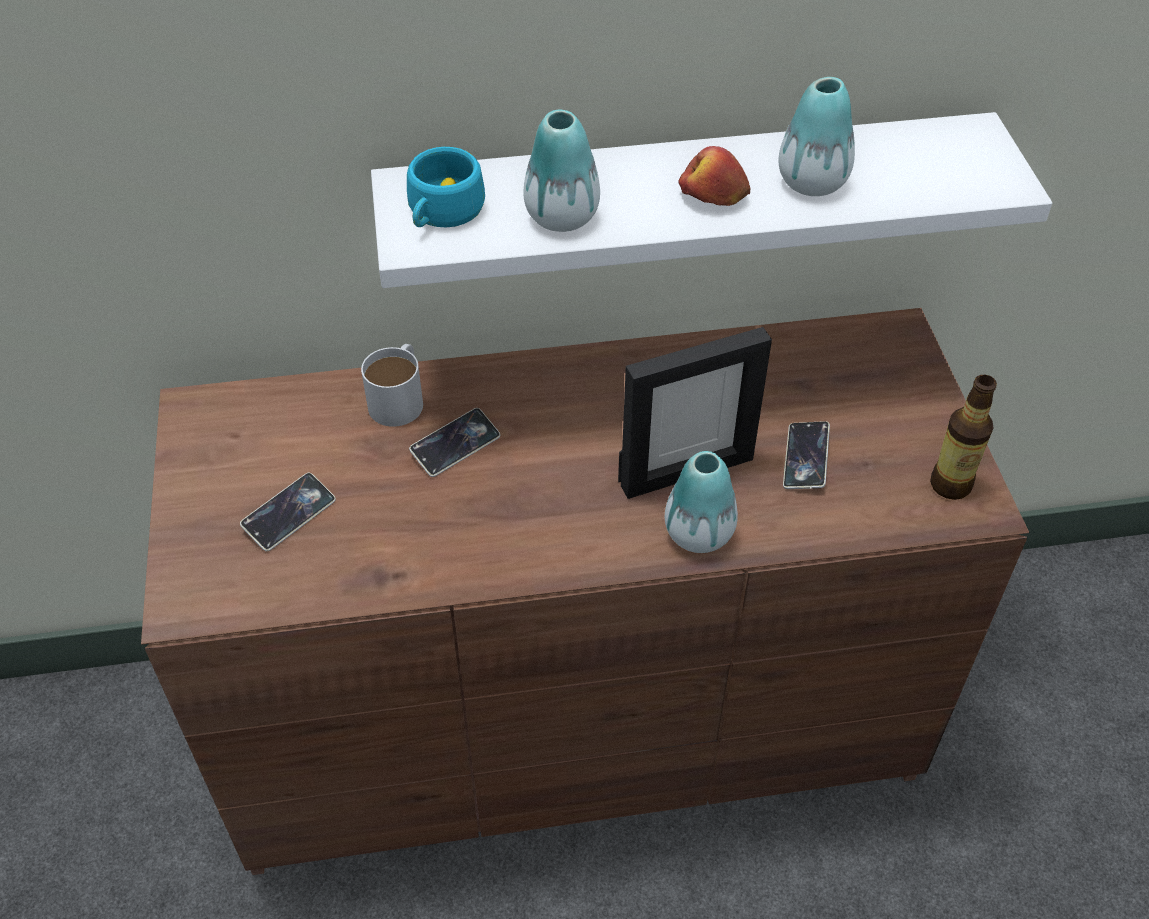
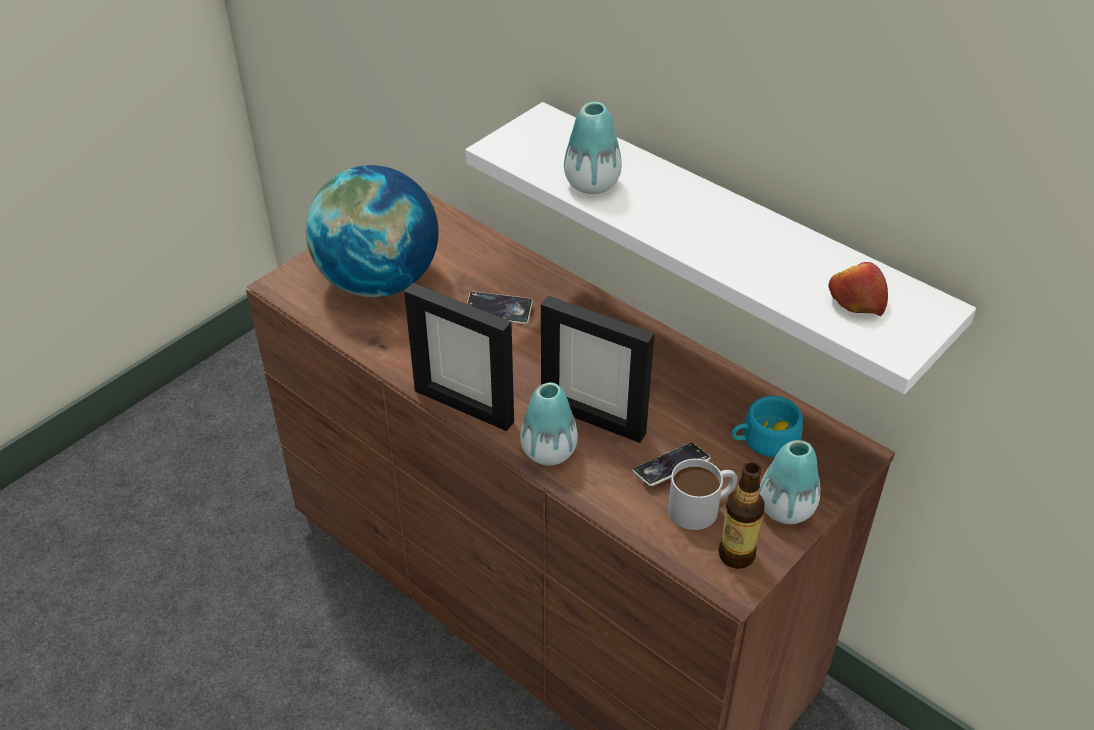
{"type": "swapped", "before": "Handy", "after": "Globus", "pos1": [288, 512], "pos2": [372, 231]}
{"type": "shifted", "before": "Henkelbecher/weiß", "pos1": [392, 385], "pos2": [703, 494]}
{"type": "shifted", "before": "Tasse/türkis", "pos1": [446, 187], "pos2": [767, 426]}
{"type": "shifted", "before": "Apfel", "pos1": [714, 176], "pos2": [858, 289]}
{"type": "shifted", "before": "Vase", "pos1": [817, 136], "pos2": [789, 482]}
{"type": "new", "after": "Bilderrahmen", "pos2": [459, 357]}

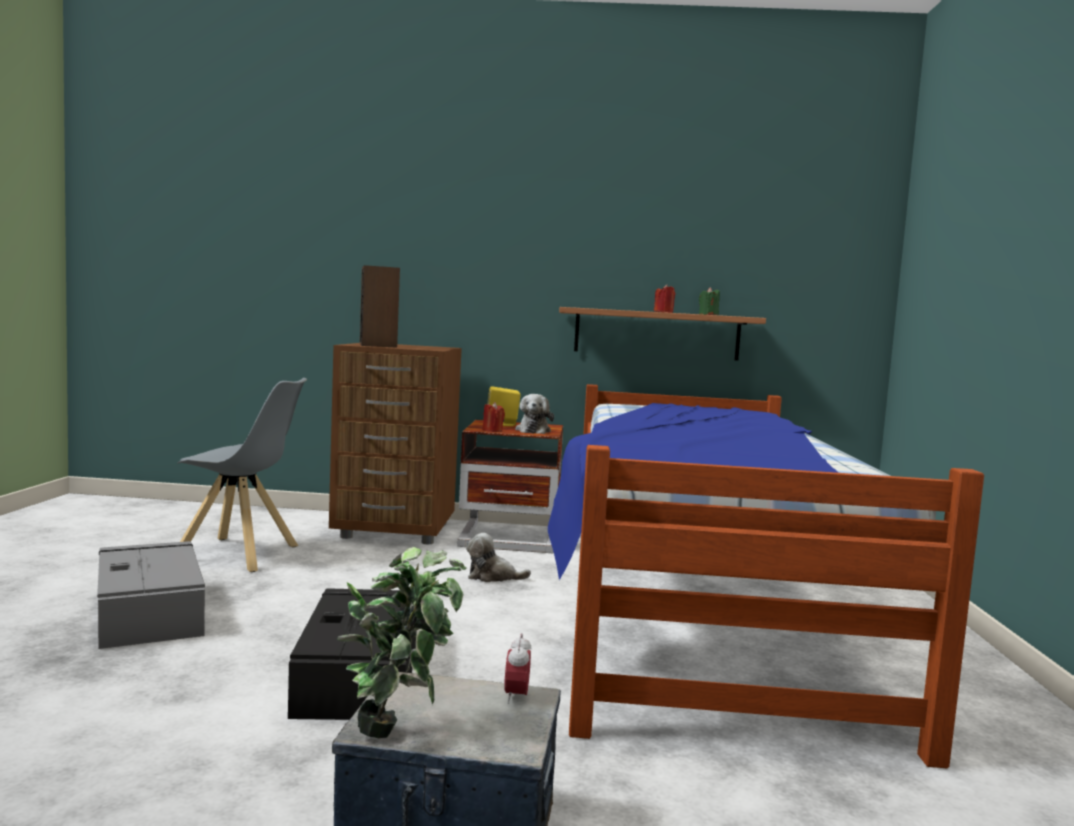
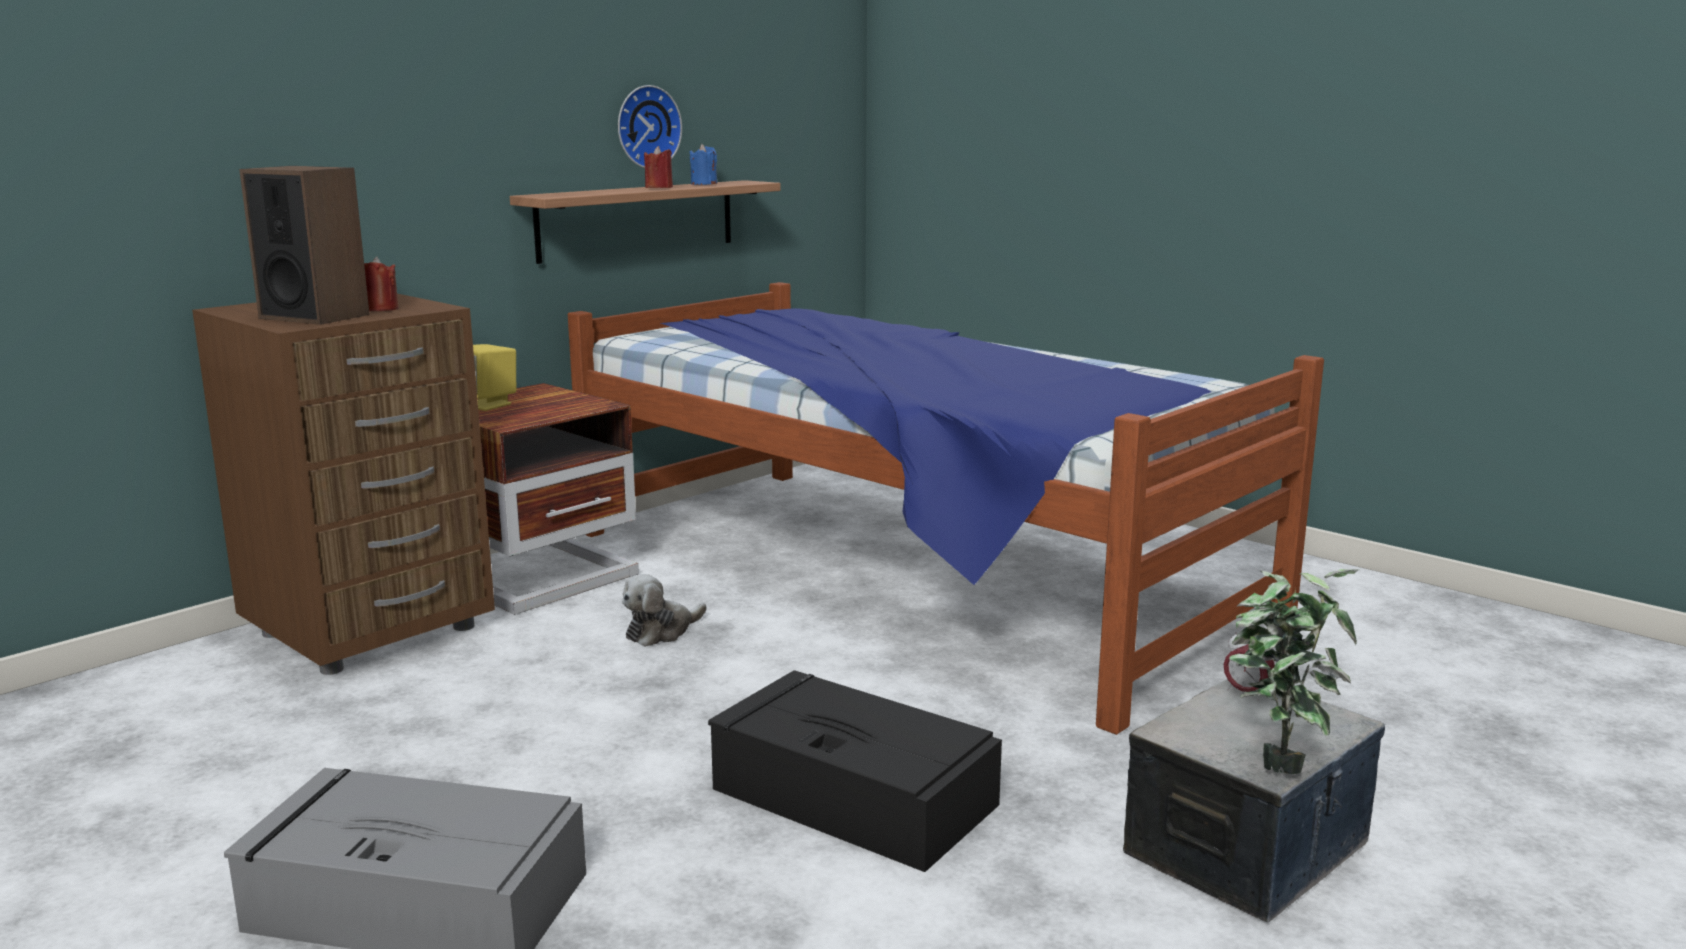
{"type": "gone", "before": "Stuhl/grau", "pos1": [242, 475]}
{"type": "shifted", "before": "Kerze/rot", "pos1": [494, 417], "pos2": [381, 284]}
{"type": "gone", "before": "Plüschtier", "pos1": [534, 414]}
{"type": "repainted", "before": "Kerze/grün", "after": "Kerze/blau", "pos1": [709, 301], "pos2": [703, 164]}
{"type": "new", "after": "Wanduhr", "pos2": [650, 126]}

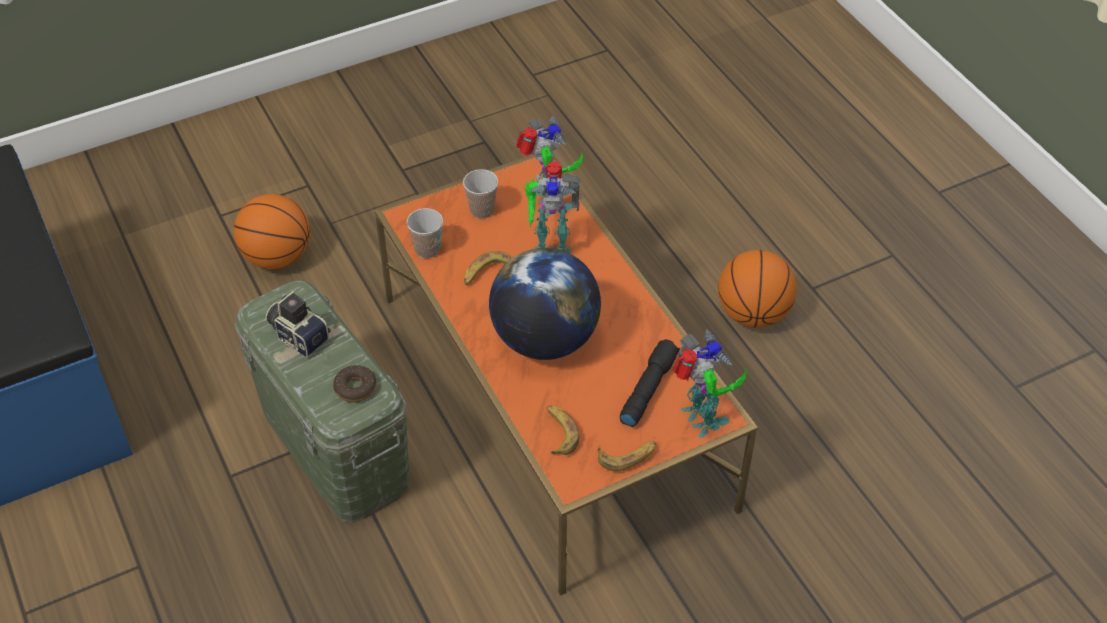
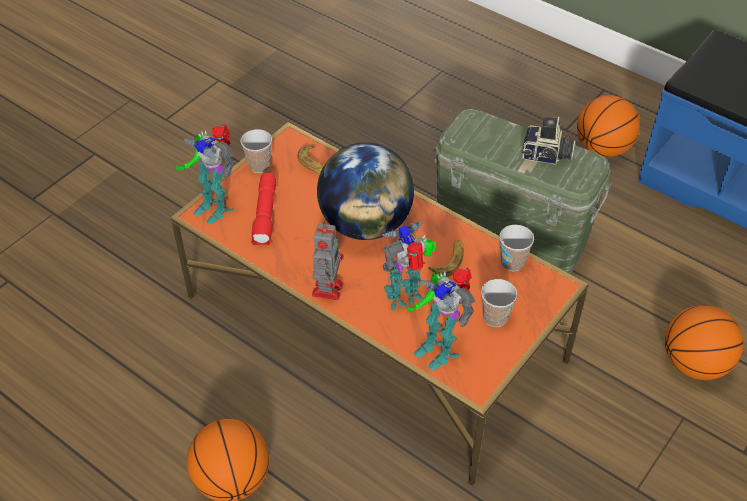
{"type": "gone", "before": "Donut", "pos1": [354, 383]}
{"type": "swapped", "before": "Banane", "after": "Tasse", "pos1": [627, 456], "pos2": [256, 151]}
{"type": "repainted", "before": "Taschenlampe/schwarz", "after": "Taschenlampe/rot", "pos1": [650, 383], "pos2": [263, 209]}
{"type": "new", "after": "Spielzeugroboter", "pos2": [328, 260]}
{"type": "new", "after": "Basketball", "pos2": [608, 126]}

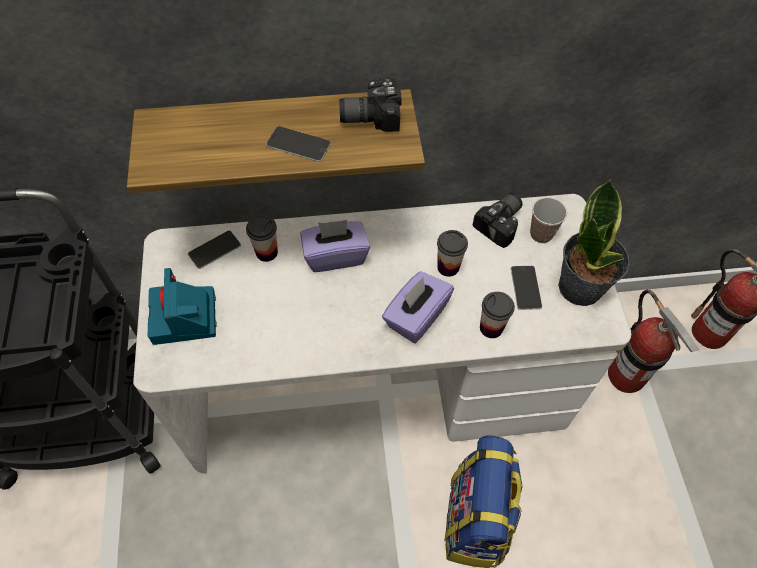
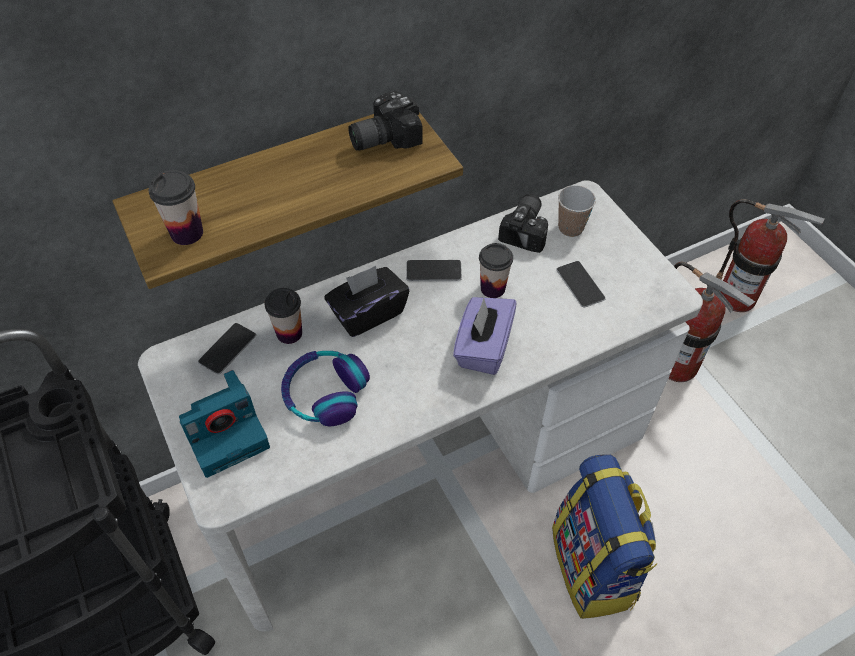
{"type": "rotated", "before": "Kamera", "pos1": [182, 306], "pos2": [224, 424], "turn": -90}
{"type": "shifted", "before": "Handy", "pos1": [298, 144], "pos2": [434, 270]}
{"type": "repainted", "before": "Taschentuchbox/lila", "after": "Taschentuchbox/schwarz", "pos1": [335, 246], "pos2": [366, 301]}
{"type": "shifted", "before": "Tasse", "pos1": [497, 315], "pos2": [176, 207]}
{"type": "gone", "before": "Topfpflanze", "pos1": [594, 243]}
{"type": "new", "after": "Kopfhörer", "pos2": [325, 388]}

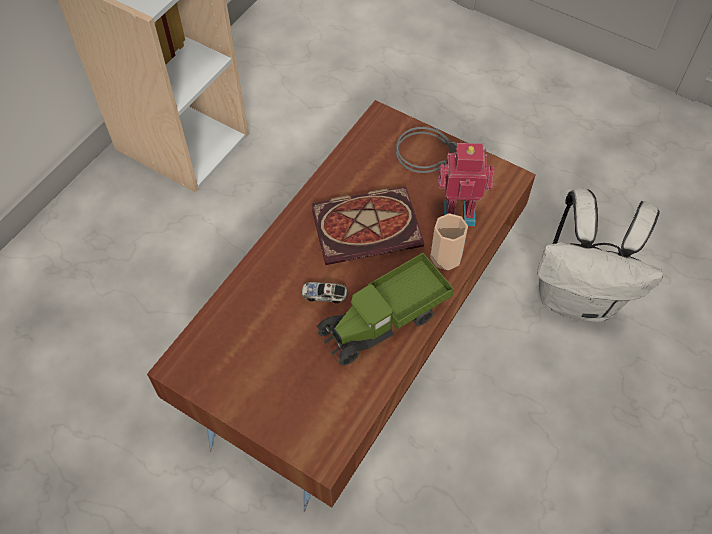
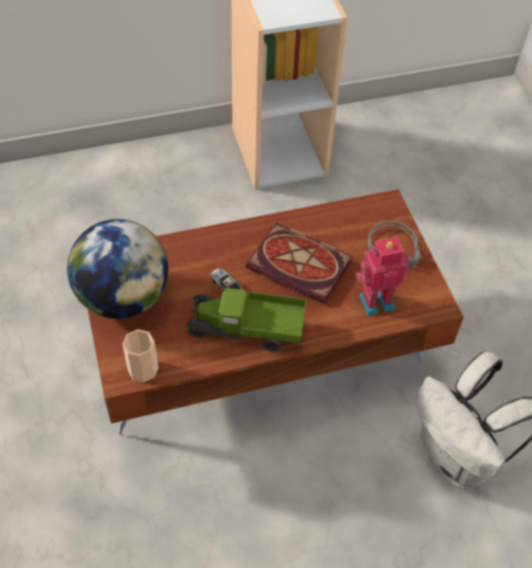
{"type": "shifted", "before": "Tasse", "pos1": [449, 241], "pos2": [140, 355]}
{"type": "rotated", "before": "Spielzeugroboter", "pos1": [466, 184], "pos2": [382, 276], "turn": -60}
{"type": "new", "after": "Globus", "pos2": [117, 269]}

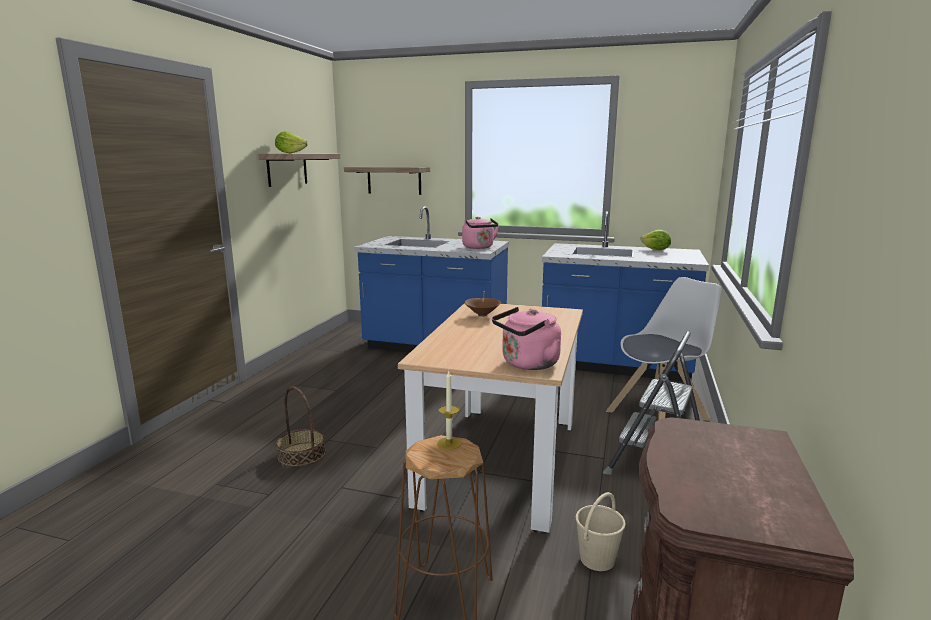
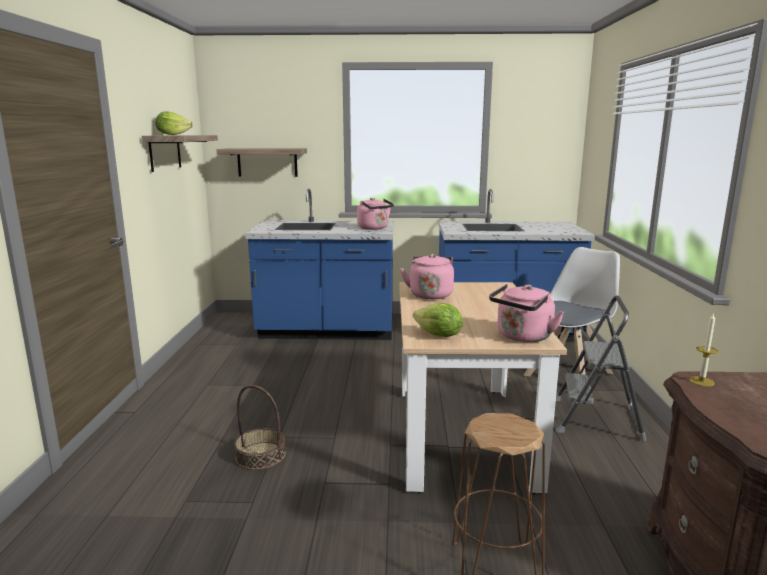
{"type": "shifted", "before": "Kerze", "pos1": [449, 410], "pos2": [703, 349]}
{"type": "swapped", "before": "Schüssel/braun", "after": "Wasserkessel/rosa", "pos1": [483, 307], "pos2": [427, 276]}
{"type": "gone", "before": "Eimer/beige", "pos1": [600, 531]}
{"type": "shifted", "before": "Salatkopf", "pos1": [655, 240], "pos2": [438, 320]}

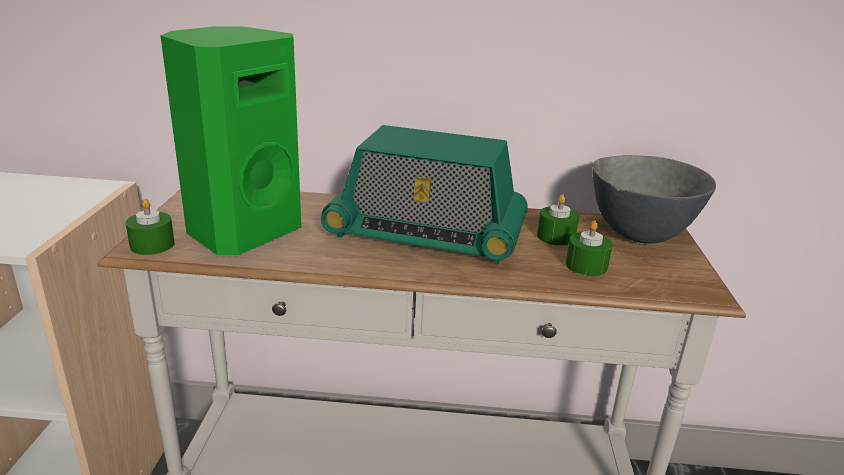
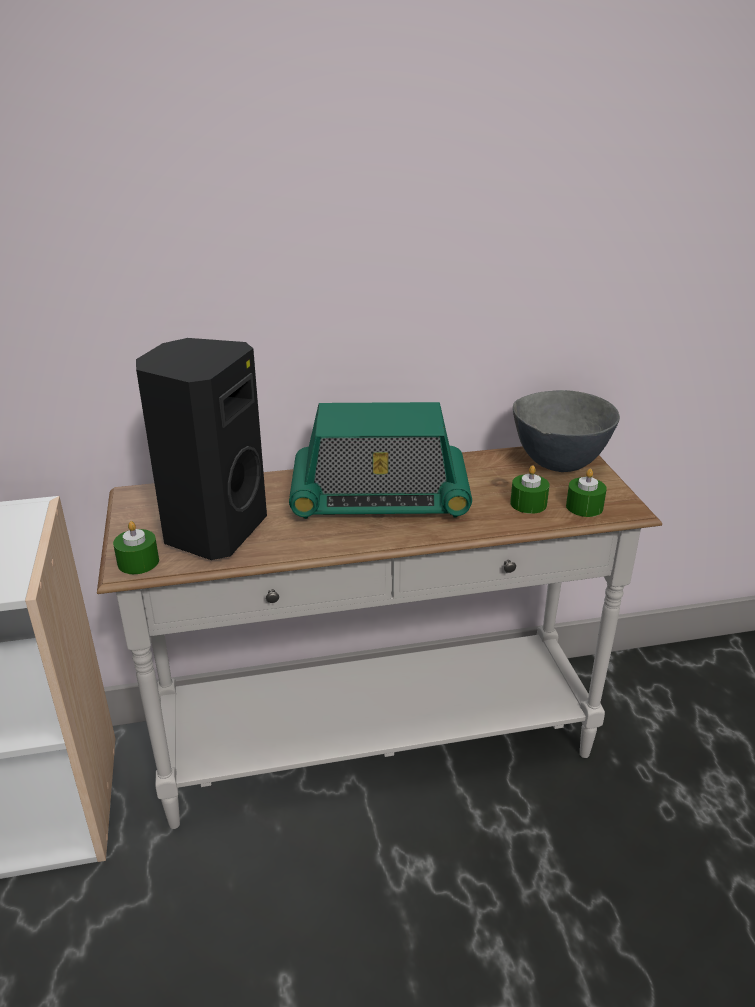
{"type": "repainted", "before": "Lautsprecher/grün", "after": "Lautsprecher/schwarz", "pos1": [231, 140], "pos2": [201, 449]}
{"type": "shifted", "before": "Kerze/grün", "pos1": [558, 220], "pos2": [586, 493]}

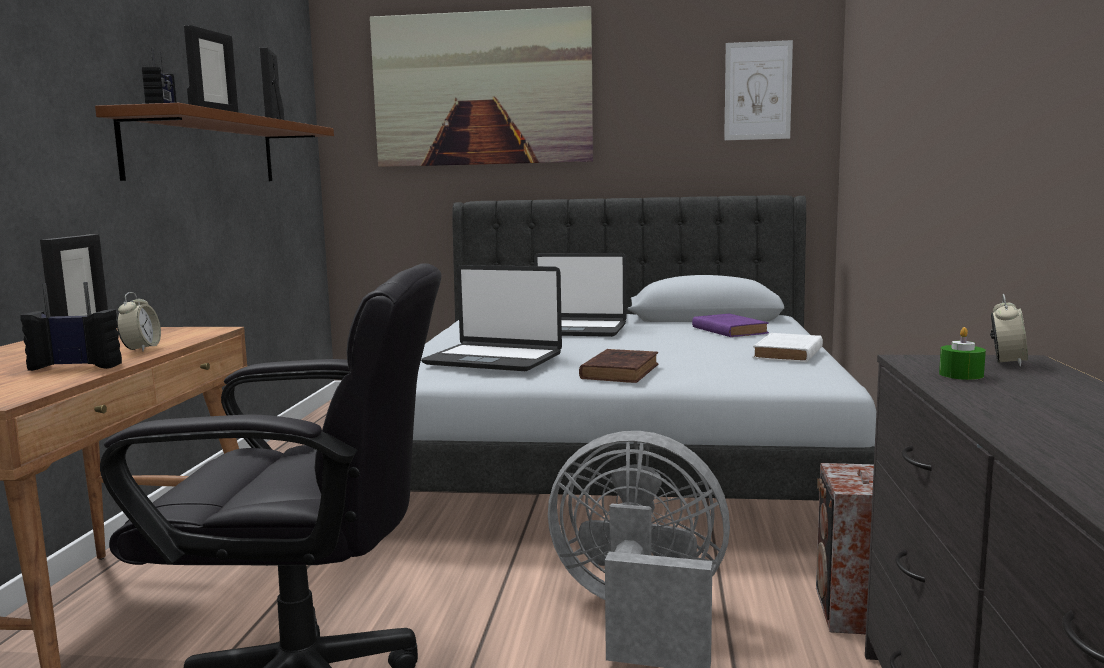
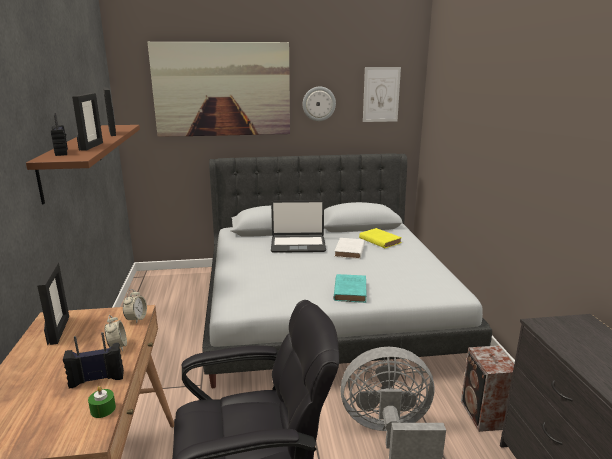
{"type": "gone", "before": "Laptop", "pos1": [491, 318]}
{"type": "repainted", "before": "Buch/braun", "after": "Buch/türkis", "pos1": [619, 366], "pos2": [350, 288]}
{"type": "repainted", "before": "Buch/lila", "after": "Buch/gelb", "pos1": [730, 325], "pos2": [380, 238]}
{"type": "shifted", "before": "Buch/weiß", "pos1": [787, 347], "pos2": [349, 248]}
{"type": "shifted", "before": "Kerze/grün", "pos1": [962, 353], "pos2": [102, 402]}
{"type": "shifted", "before": "Wecker", "pos1": [1009, 330], "pos2": [135, 306]}
{"type": "new", "after": "Wanduhr", "pos2": [319, 103]}

